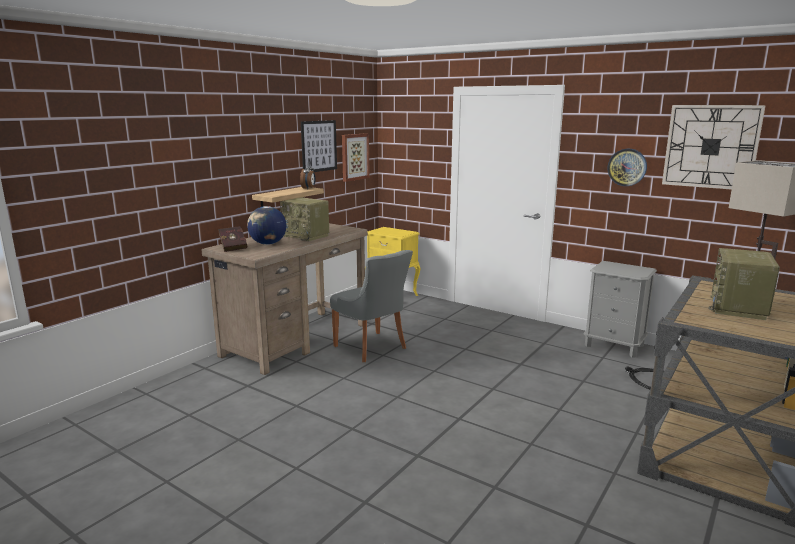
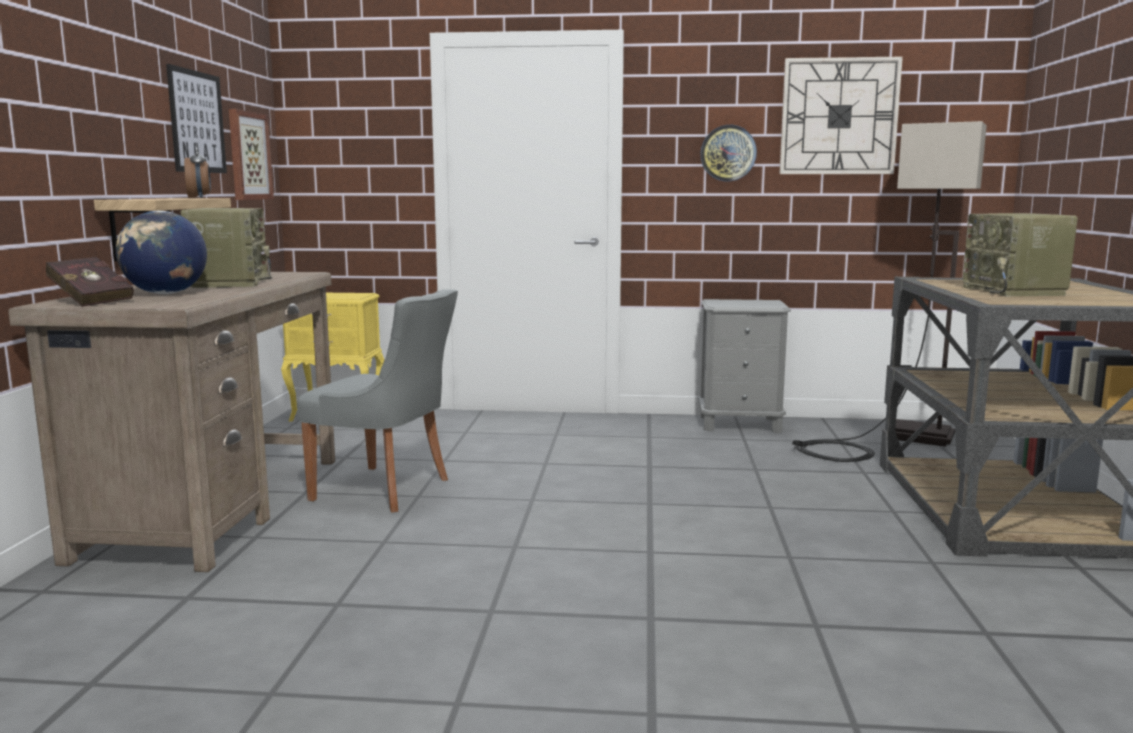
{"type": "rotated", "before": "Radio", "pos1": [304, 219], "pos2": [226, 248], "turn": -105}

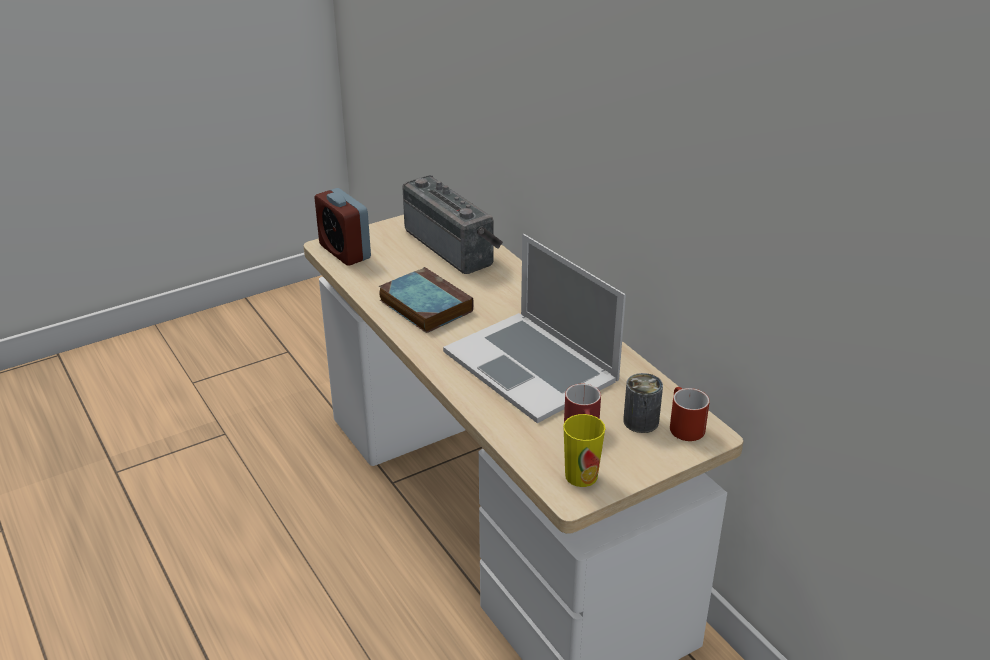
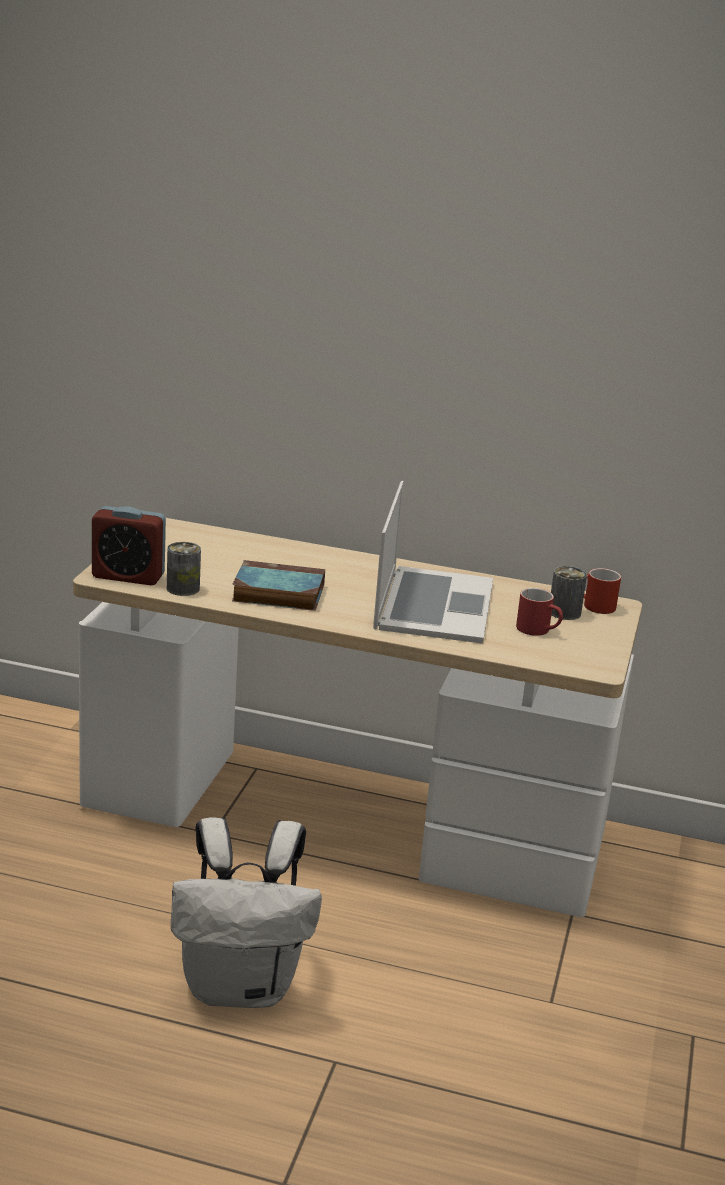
{"type": "gone", "before": "Radio", "pos1": [452, 224]}
{"type": "rotated", "before": "Laptop", "pos1": [534, 328], "pos2": [433, 562], "turn": -90}
{"type": "gone", "before": "Tasse", "pos1": [584, 450]}
{"type": "new", "after": "Dose", "pos2": [184, 569]}
{"type": "new", "after": "Rucksack/weiß", "pos2": [246, 912]}

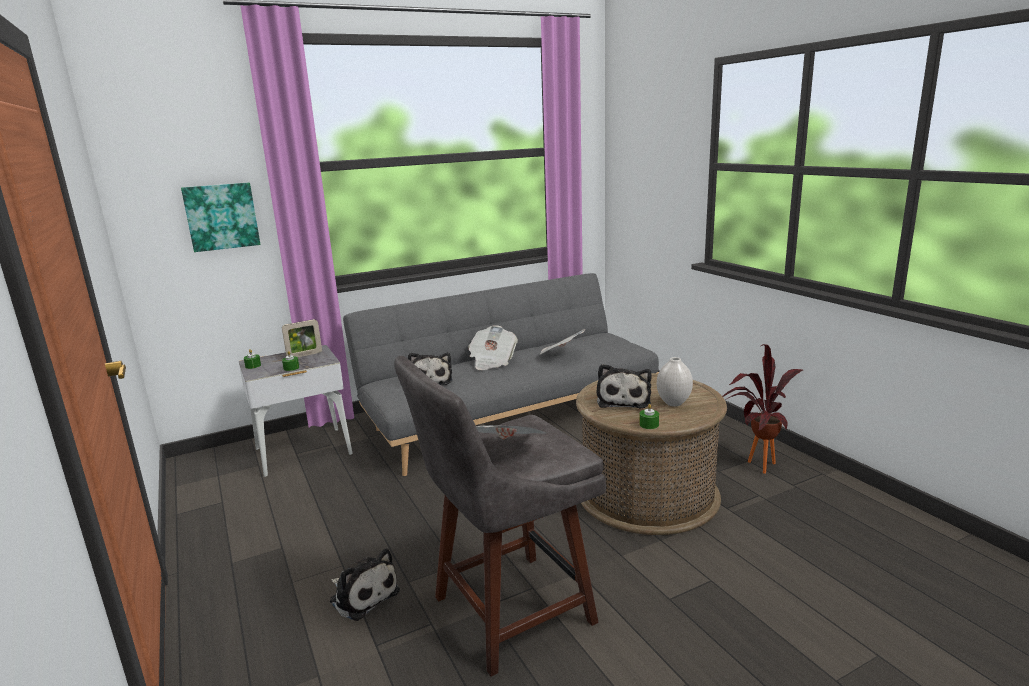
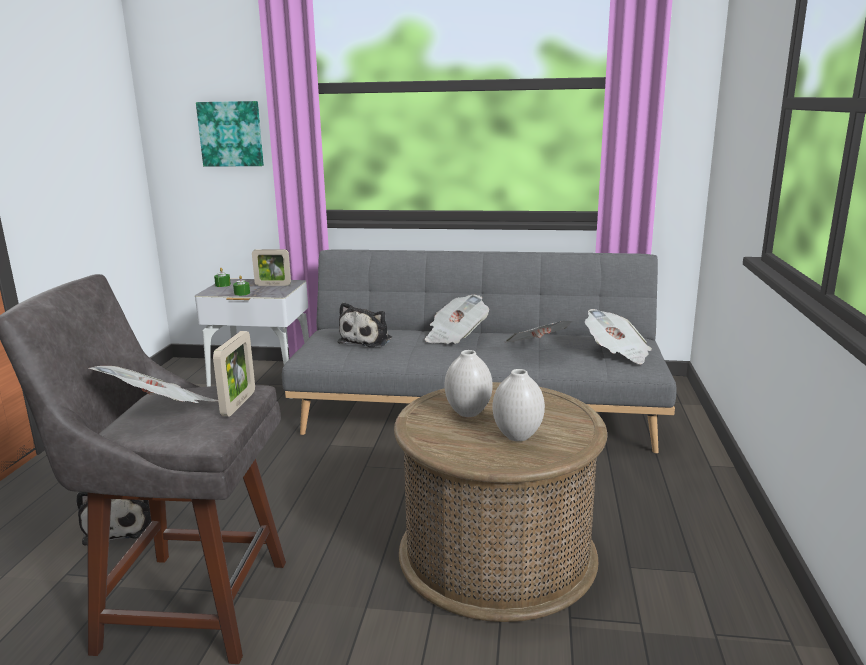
{"type": "swapped", "before": "Plüschtier", "after": "Vase/weiß", "pos1": [624, 386], "pos2": [469, 383]}
{"type": "gone", "before": "Kerze/grün", "pos1": [649, 416]}
{"type": "gone", "before": "Topfpflanze", "pos1": [763, 409]}
{"type": "new", "after": "Bilderrahmen", "pos2": [234, 373]}
{"type": "new", "after": "Zeitung", "pos2": [618, 336]}

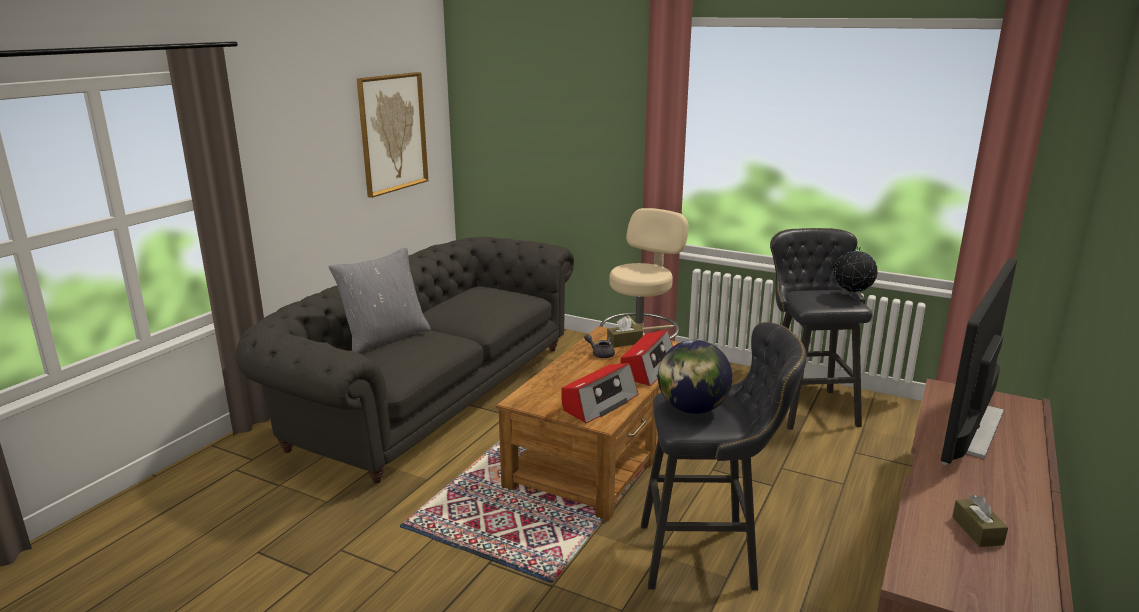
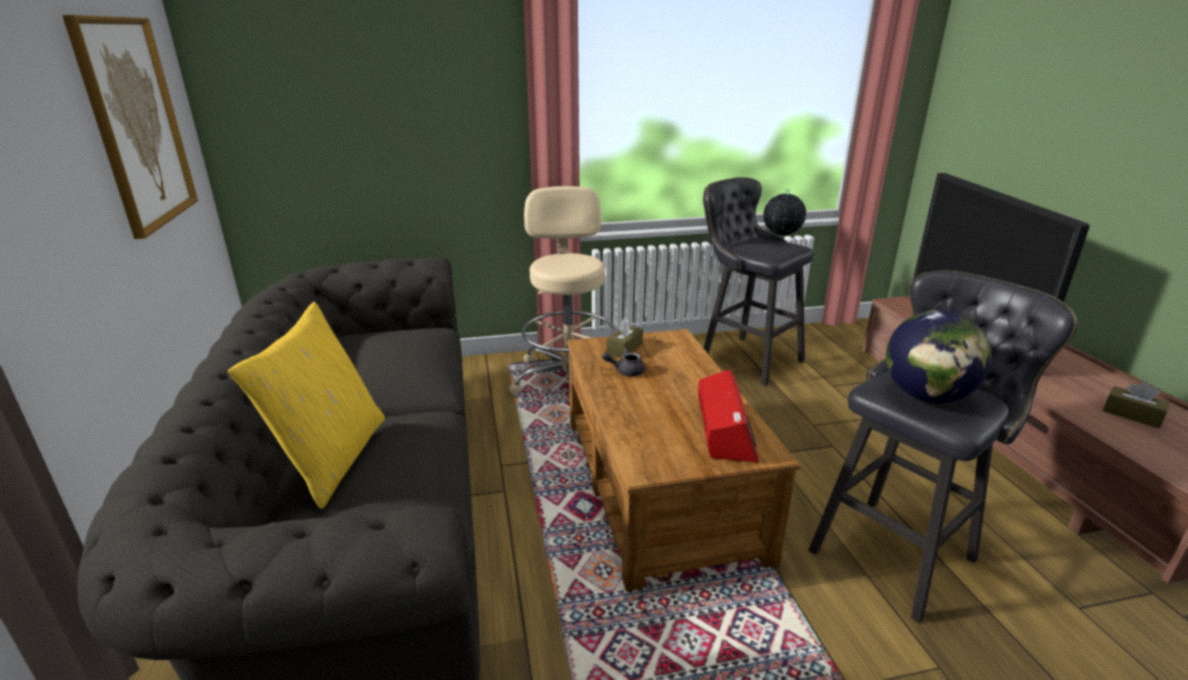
{"type": "repainted", "before": "Kissen/grau", "after": "Kissen/gelb", "pos1": [379, 300], "pos2": [306, 405]}
{"type": "gone", "before": "Radio", "pos1": [646, 358]}

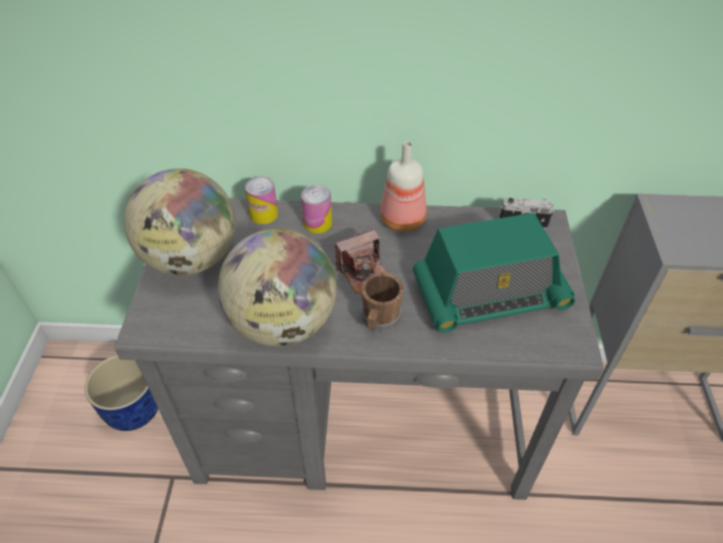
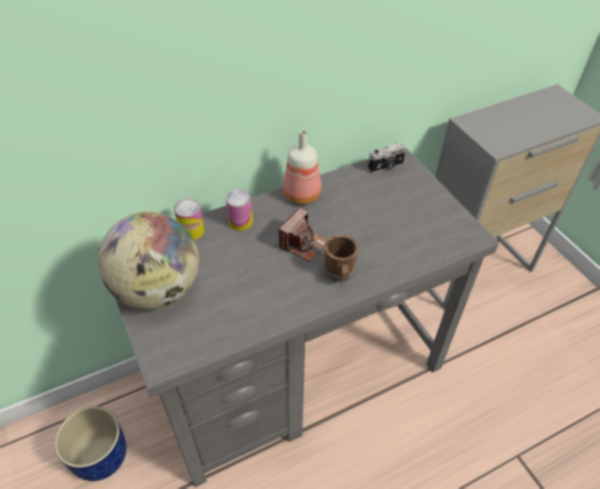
{"type": "gone", "before": "Globus", "pos1": [277, 287]}
{"type": "gone", "before": "Radio", "pos1": [494, 273]}

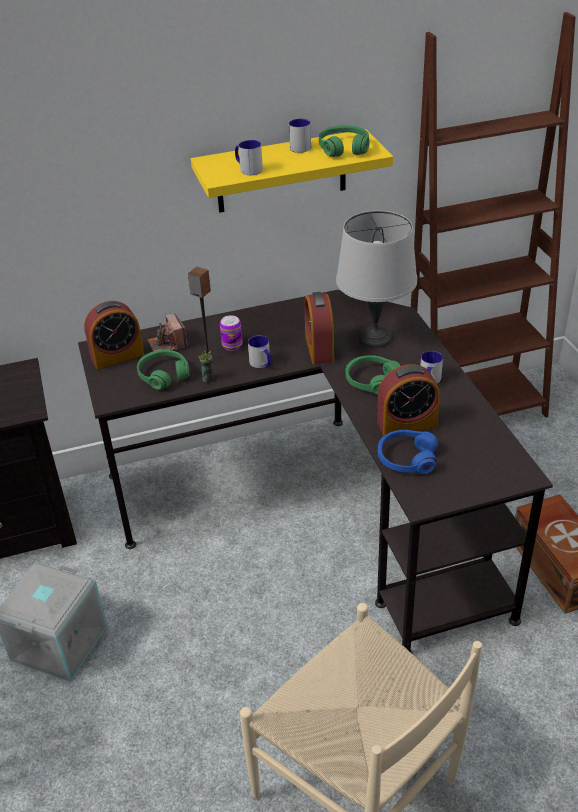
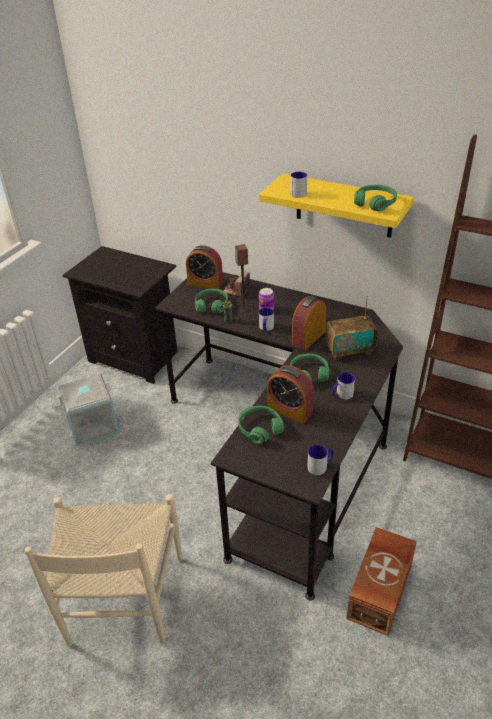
{"type": "shifted", "before": "Henkelbecher", "pos1": [300, 136], "pos2": [320, 460]}
{"type": "swapped", "before": "Tischlampe/grau", "after": "Radio", "pos1": [376, 279], "pos2": [351, 328]}
{"type": "repainted", "before": "Kopfhörer/blau", "after": "Kopfhörer/grün", "pos1": [408, 452], "pos2": [261, 425]}

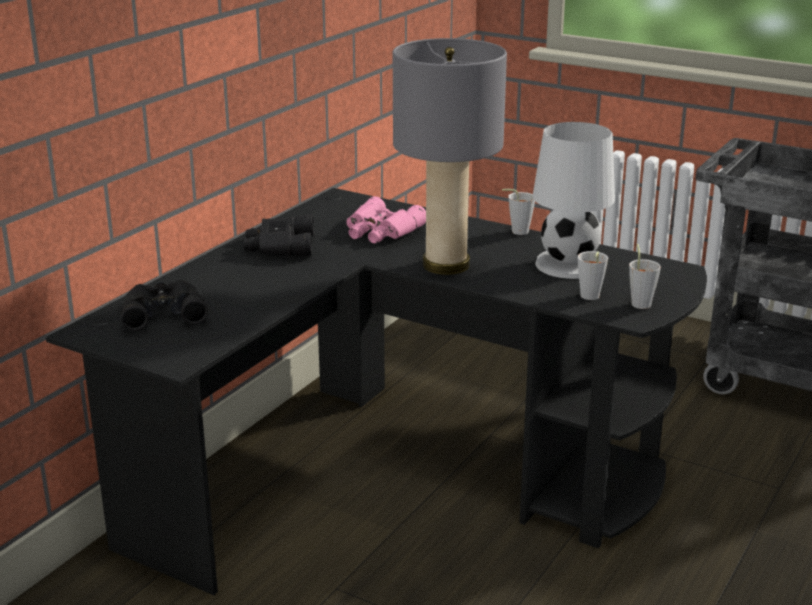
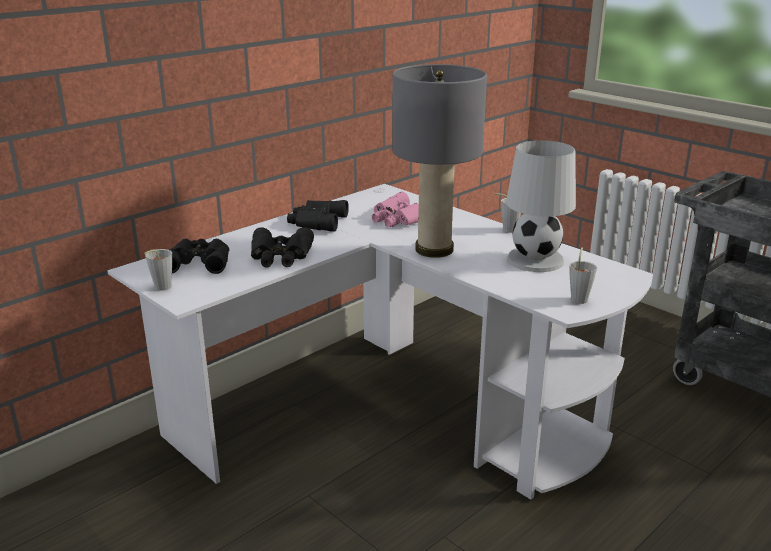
{"type": "repainted", "before": "Schreibtisch/schwarz", "after": "Schreibtisch/weiß", "pos1": [376, 391], "pos2": [380, 341]}
{"type": "shifted", "before": "Tasse/grau", "pos1": [592, 275], "pos2": [158, 270]}
{"type": "new", "after": "Fernglas/schwarz", "pos2": [282, 247]}

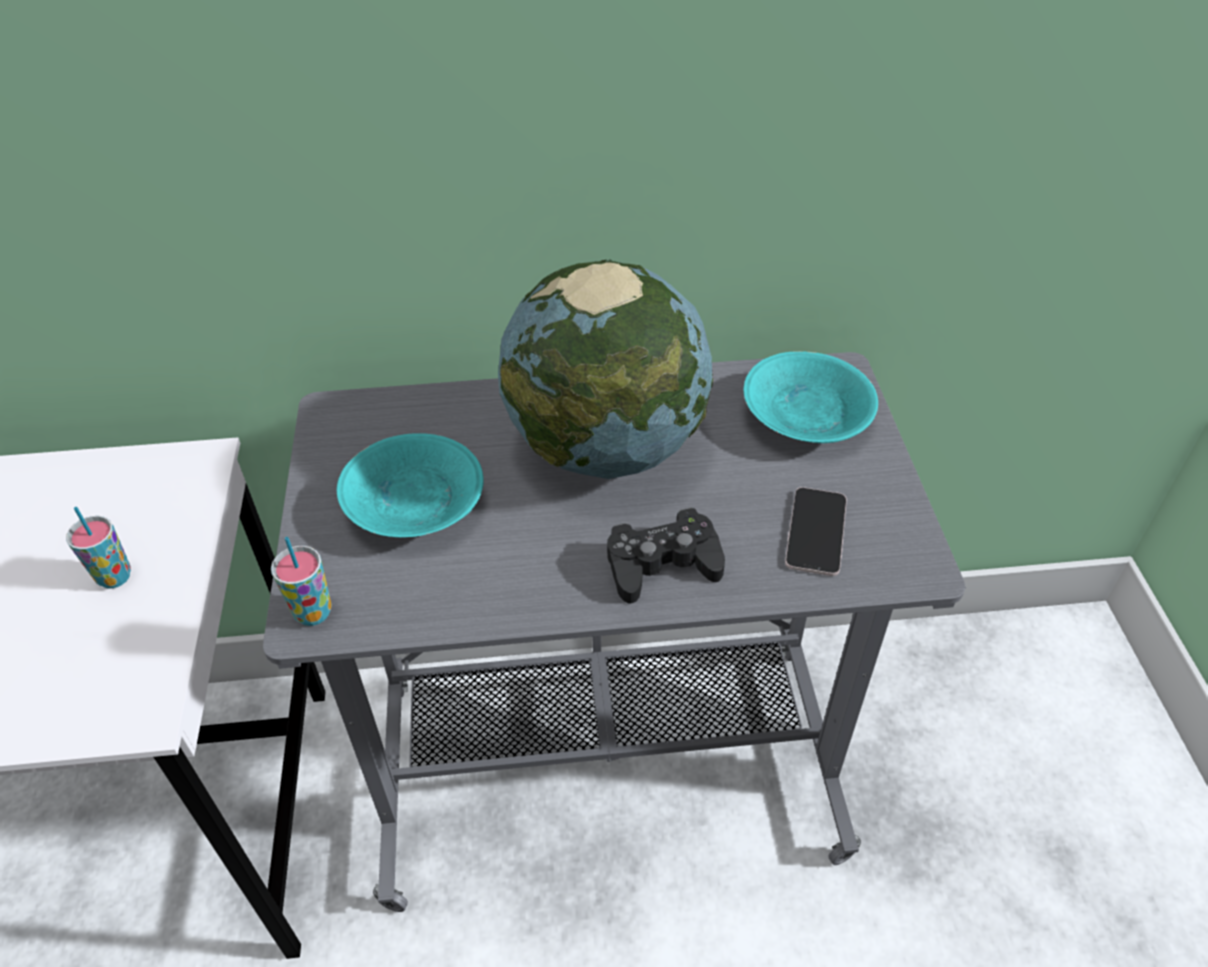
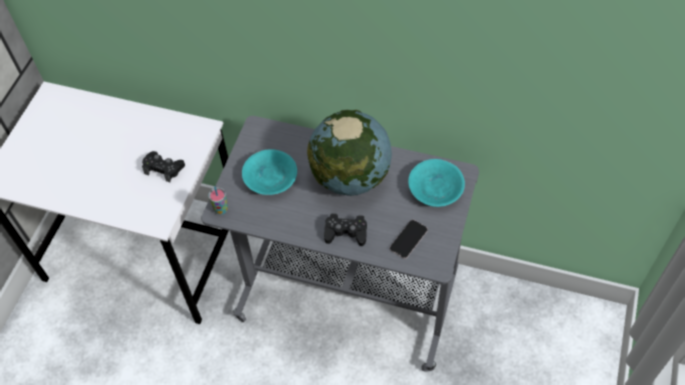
{"type": "swapped", "before": "Tasse", "after": "Gamepad/schwarz", "pos1": [98, 547], "pos2": [163, 166]}

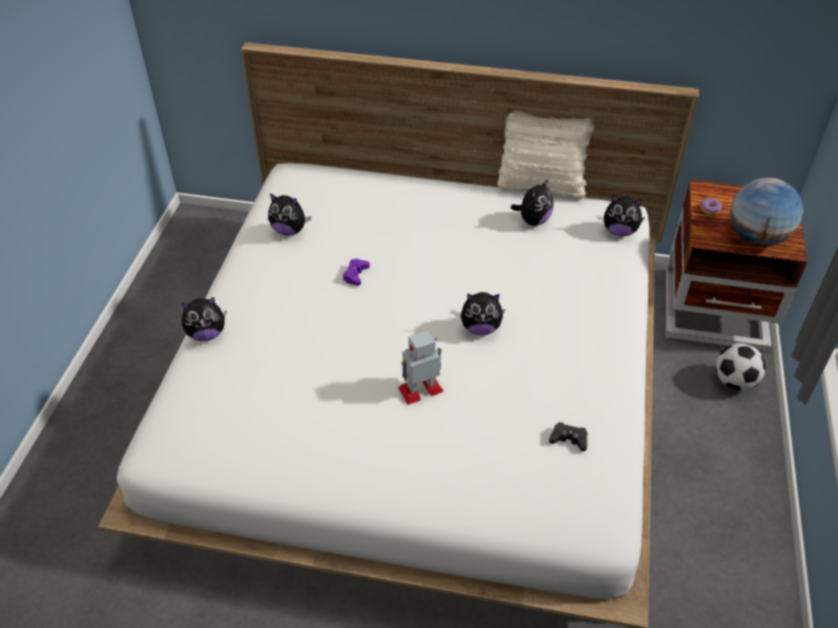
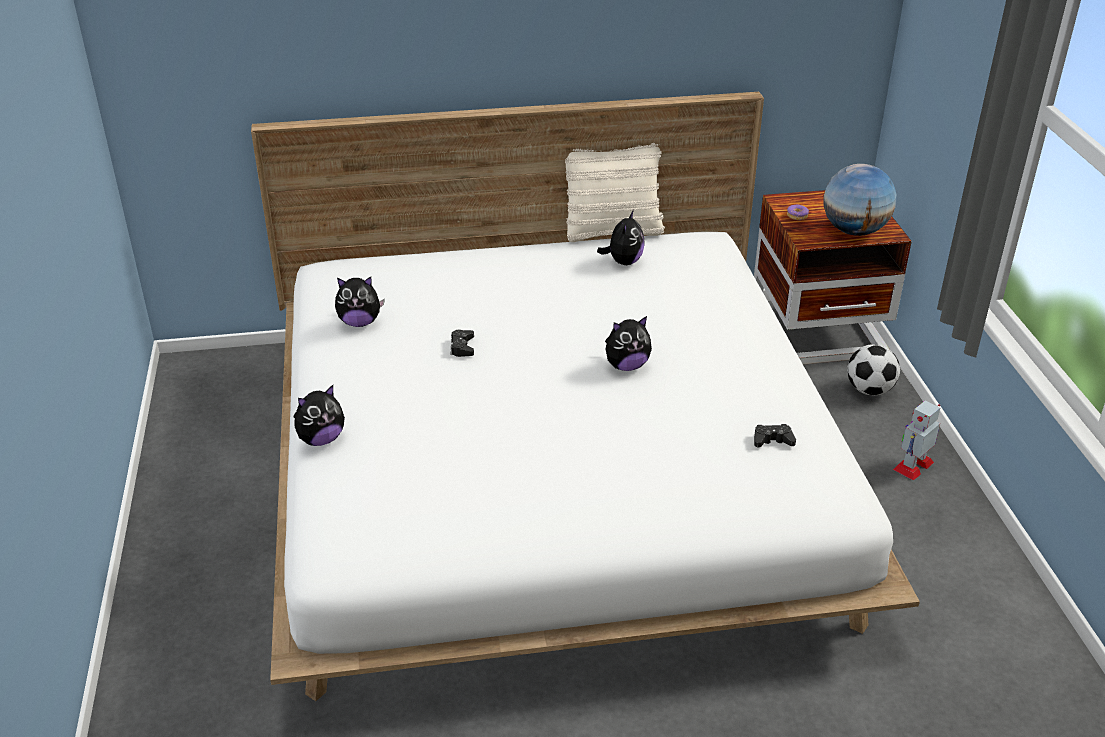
{"type": "repainted", "before": "Gamepad/lila", "after": "Gamepad/schwarz", "pos1": [356, 272], "pos2": [462, 343]}
{"type": "shifted", "before": "Spielzeugroboter", "pos1": [421, 367], "pos2": [916, 440]}
{"type": "gone", "before": "Plüschtier", "pos1": [624, 215]}

